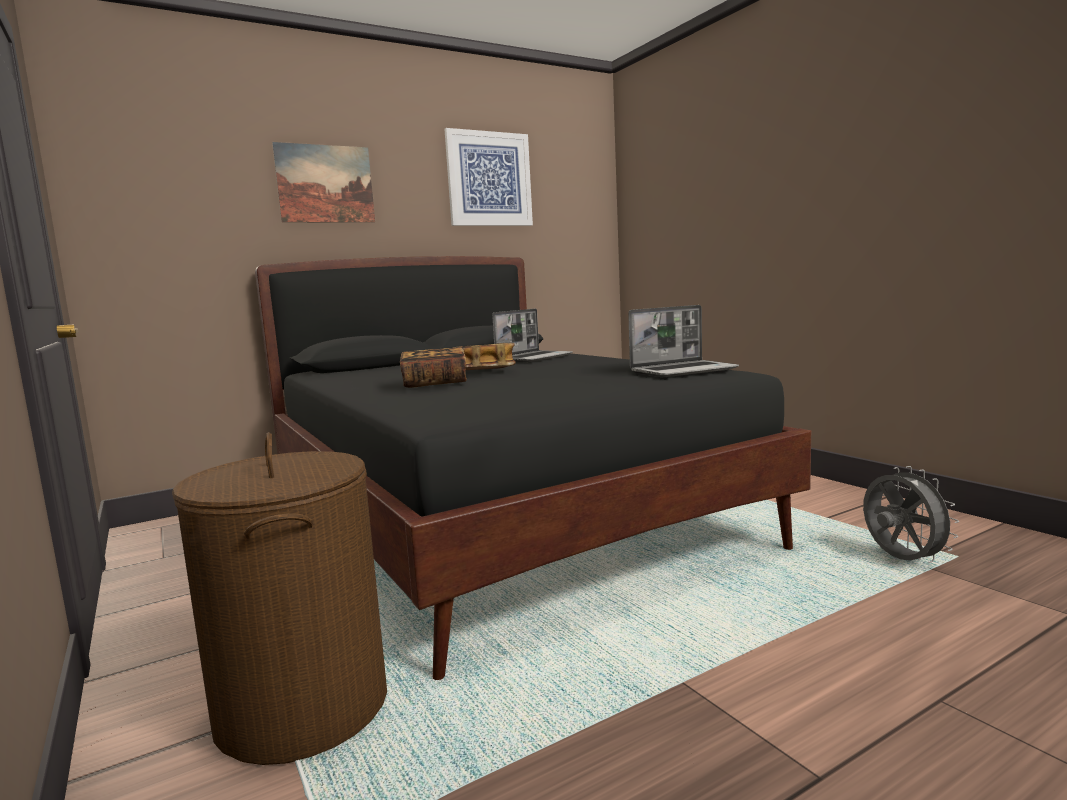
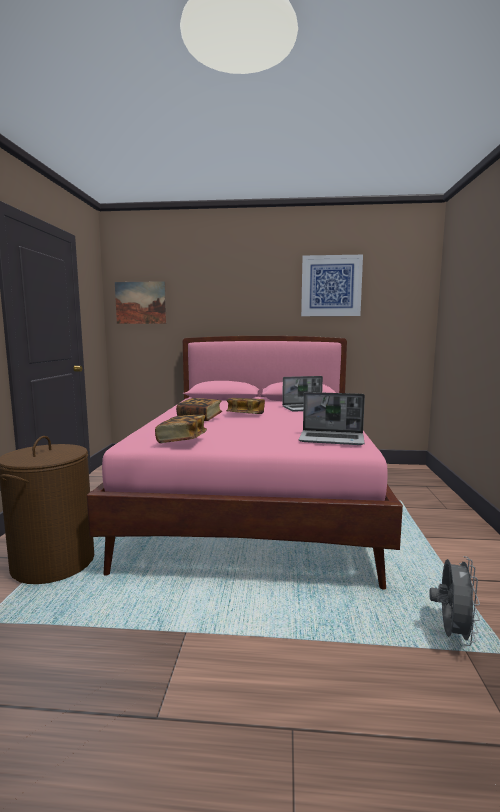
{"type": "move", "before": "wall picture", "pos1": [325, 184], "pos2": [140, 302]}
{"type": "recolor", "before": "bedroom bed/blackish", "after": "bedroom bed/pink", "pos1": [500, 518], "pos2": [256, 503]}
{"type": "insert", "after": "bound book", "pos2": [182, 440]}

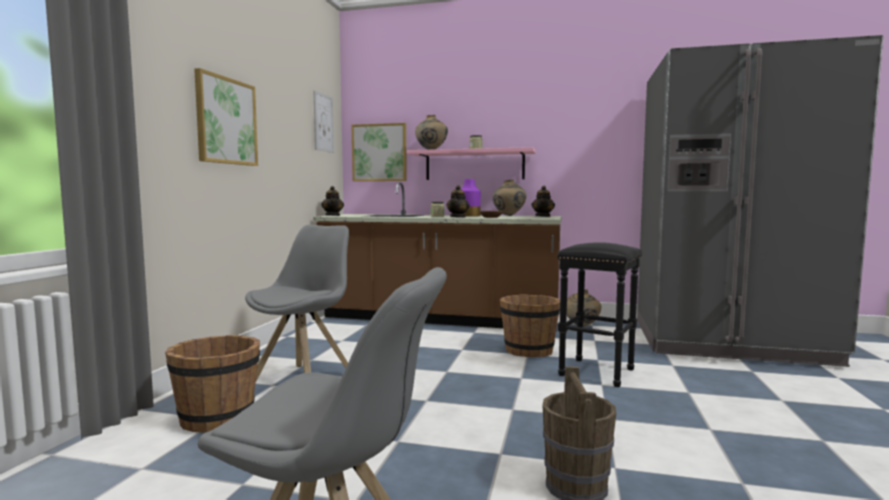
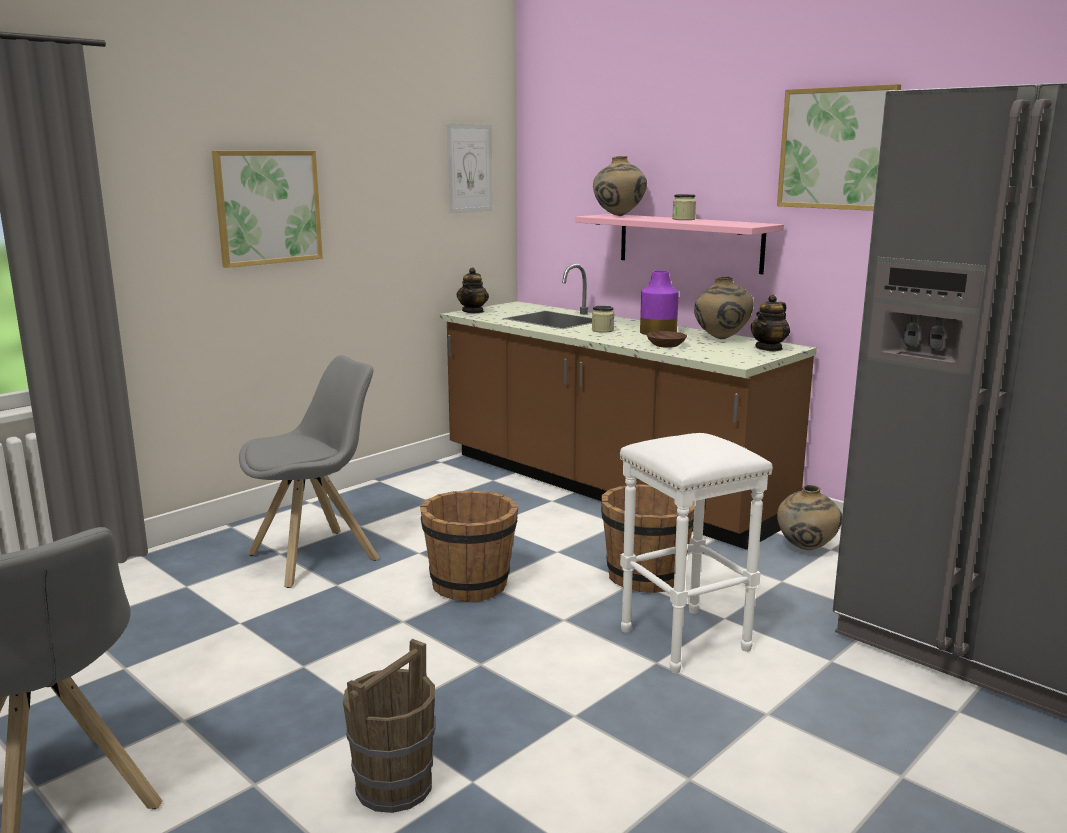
{"type": "move", "before": "wall picture", "pos1": [379, 152], "pos2": [837, 148]}
{"type": "delete", "before": "tea pot", "pos1": [458, 217]}
{"type": "recolor", "before": "stool/blackish", "after": "stool/whitish", "pos1": [598, 372], "pos2": [688, 640]}
{"type": "move", "before": "water bucket/brownish", "pos1": [218, 418], "pos2": [470, 585]}

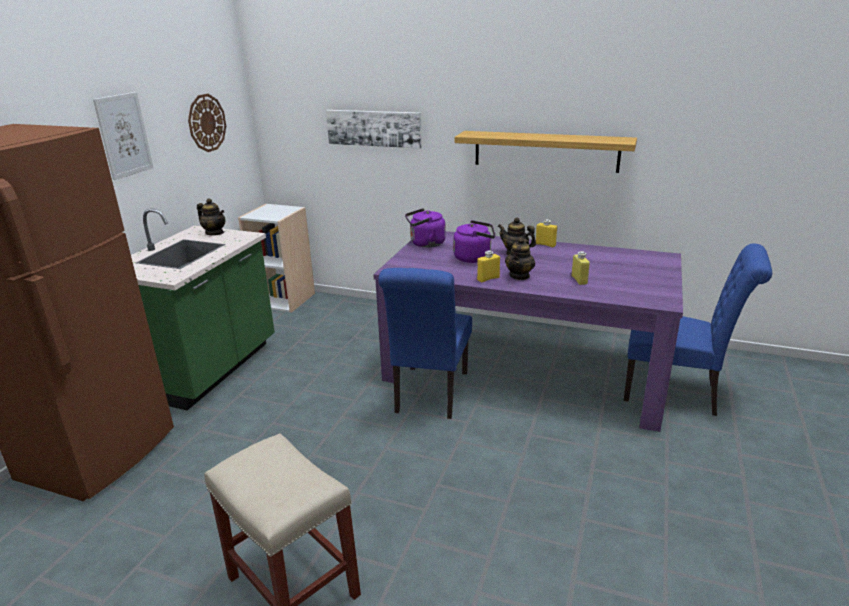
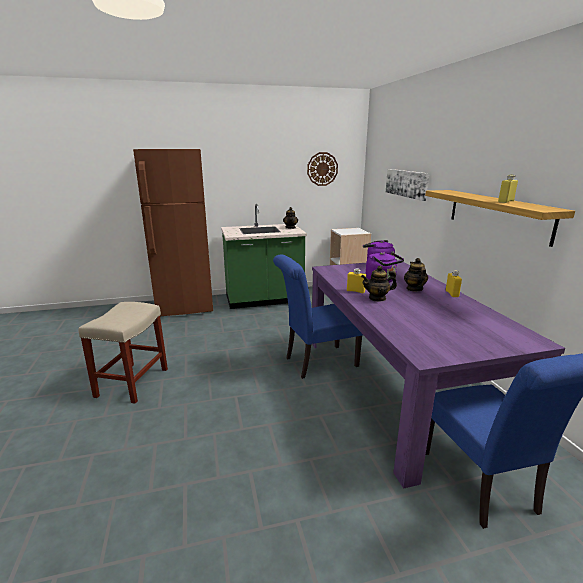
{"type": "delete", "before": "wall picture", "pos1": [124, 135]}
{"type": "move", "before": "beverage bottle/yellowish", "pos1": [579, 280], "pos2": [505, 201]}

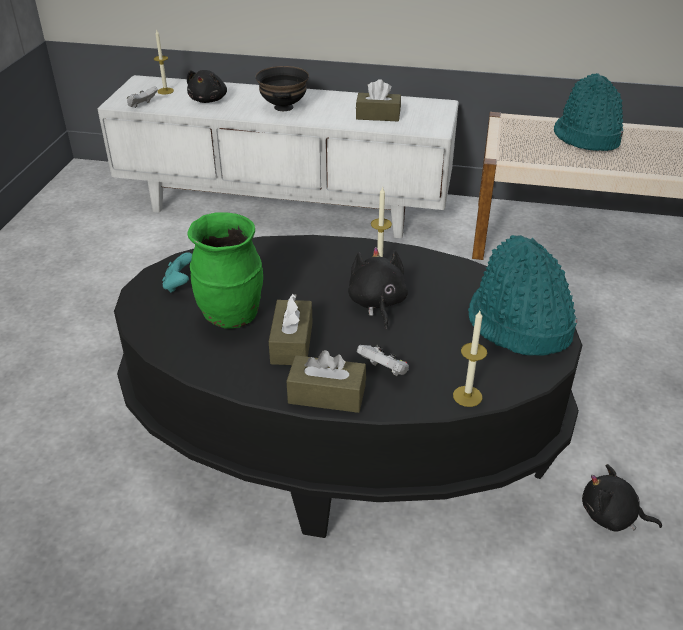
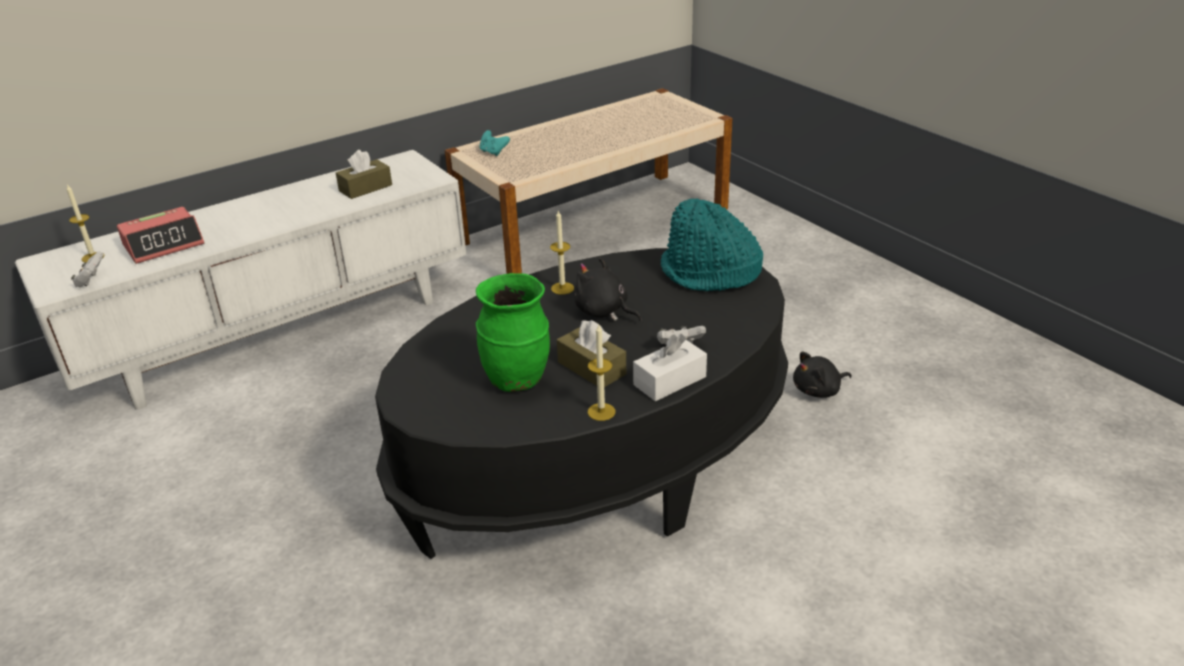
{"type": "delete", "before": "deep dish/blackish", "pos1": [283, 107]}
{"type": "replace", "before": "plush toy/blackish", "after": "alarm clock", "pos1": [209, 100], "pos2": [164, 244]}
{"type": "delete", "before": "hat/blue-green", "pos1": [586, 137]}
{"type": "move", "before": "gamepad/blue-green", "pos1": [179, 284], "pos2": [493, 152]}
{"type": "move", "before": "candle", "pos1": [467, 396], "pos2": [601, 412]}
{"type": "recolor", "before": "box of tissues/brownish", "after": "box of tissues/whitish", "pos1": [327, 395], "pos2": [669, 381]}

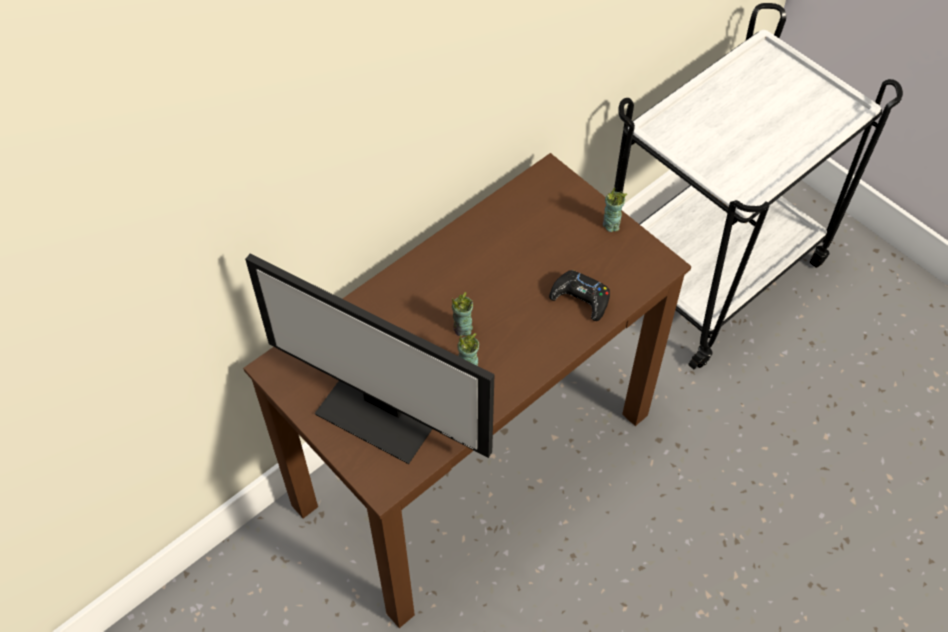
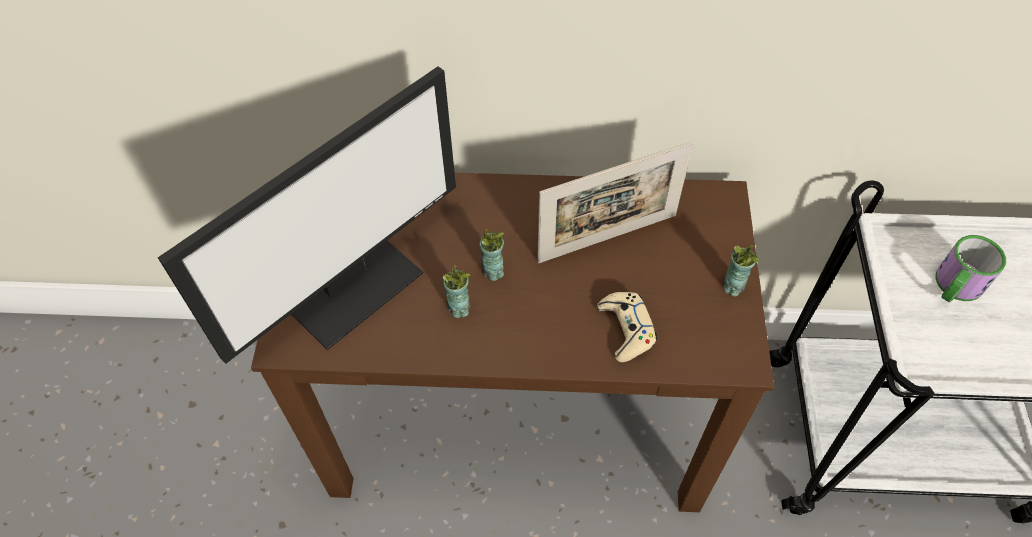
{"type": "rotate", "before": "monitor", "pos1": [382, 411], "pos2": [351, 285], "turn": -120}
{"type": "recolor", "before": "gamepad/blackish", "after": "gamepad/beige-coloured", "pos1": [580, 299], "pos2": [626, 329]}
{"type": "insert", "after": "standing frame", "pos2": [607, 238]}
{"type": "insert", "after": "mug", "pos2": [955, 287]}

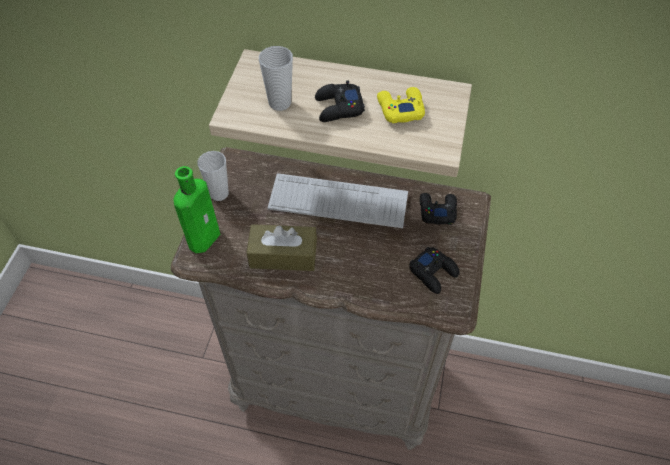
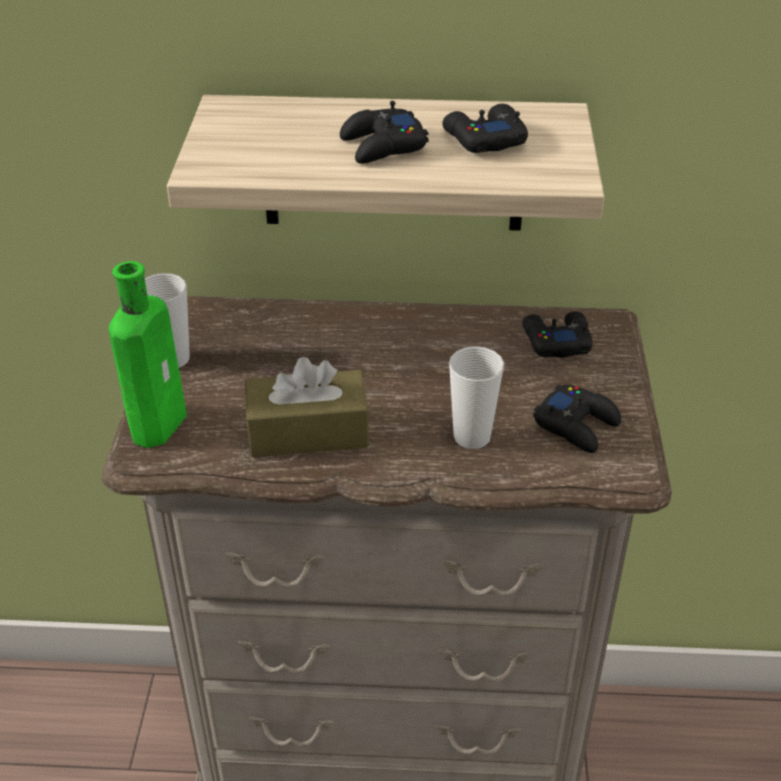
{"type": "move", "before": "cup", "pos1": [280, 103], "pos2": [472, 437]}
{"type": "recolor", "before": "gamepad/yellowish", "after": "gamepad/blackish", "pos1": [400, 109], "pos2": [484, 139]}
{"type": "delete", "before": "keyboard", "pos1": [338, 201]}

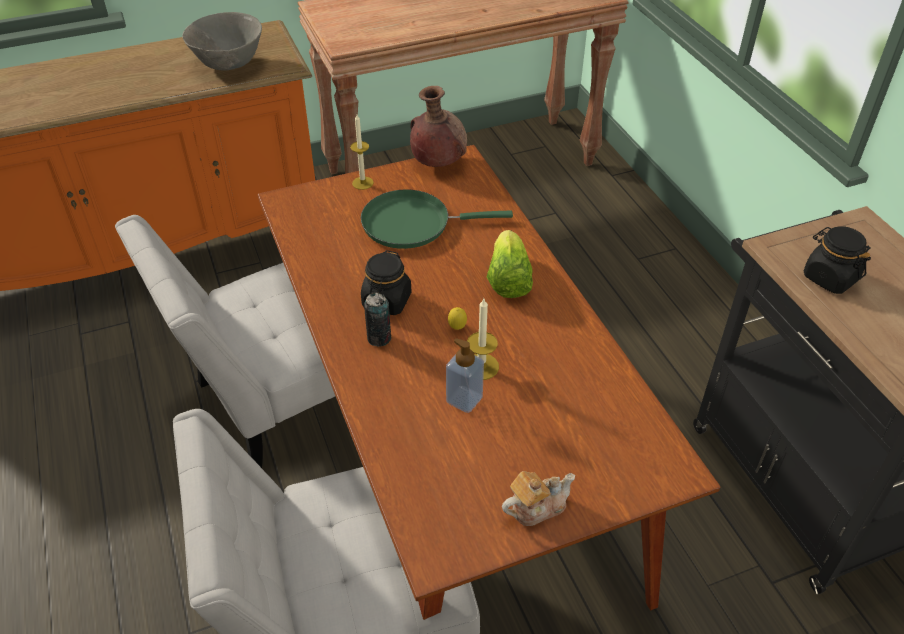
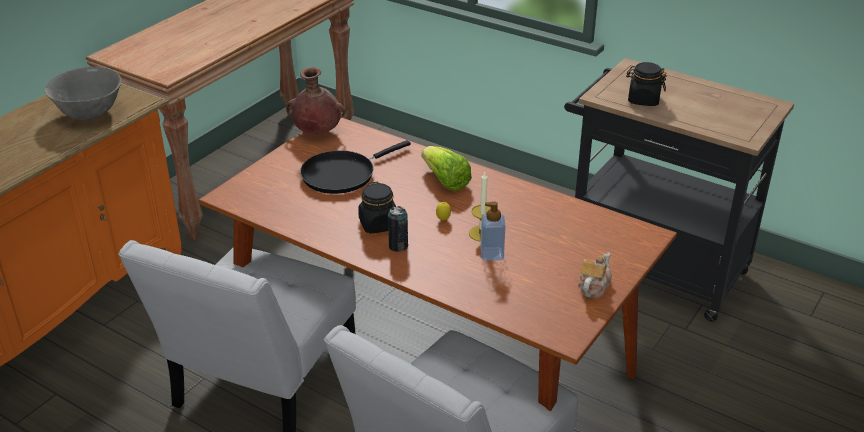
{"type": "delete", "before": "candle", "pos1": [362, 183]}
{"type": "recolor", "before": "pan/greenish", "after": "pan/blackish", "pos1": [412, 224], "pos2": [342, 174]}

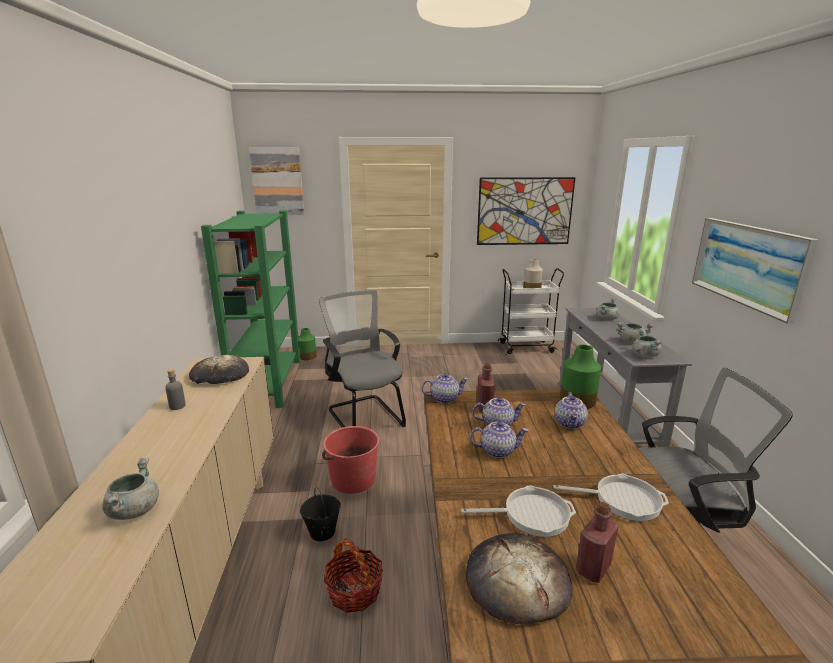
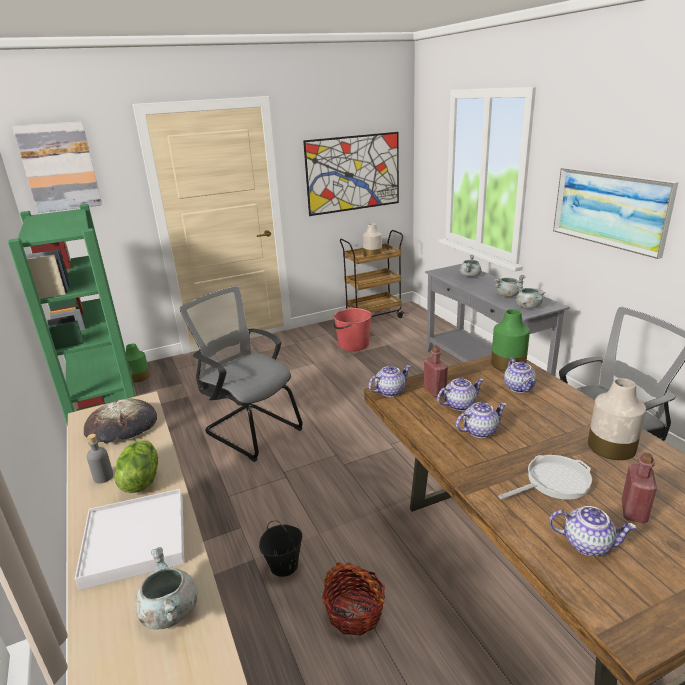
{"type": "recolor", "before": "trolley/whitish", "after": "trolley/brownish", "pos1": [526, 347], "pos2": [374, 317]}
{"type": "move", "before": "water bucket/red-coloured", "pos1": [352, 479], "pos2": [353, 344]}
{"type": "replace", "before": "pan", "after": "flower vase/beige-coloured", "pos1": [622, 500], "pos2": [610, 446]}
{"type": "replace", "before": "baked bread", "after": "tea pot", "pos1": [517, 581], "pos2": [587, 543]}
{"type": "insert", "after": "head of lettuce", "pos2": [141, 480]}
{"type": "insert", "after": "serving tray/whitish", "pos2": [136, 540]}

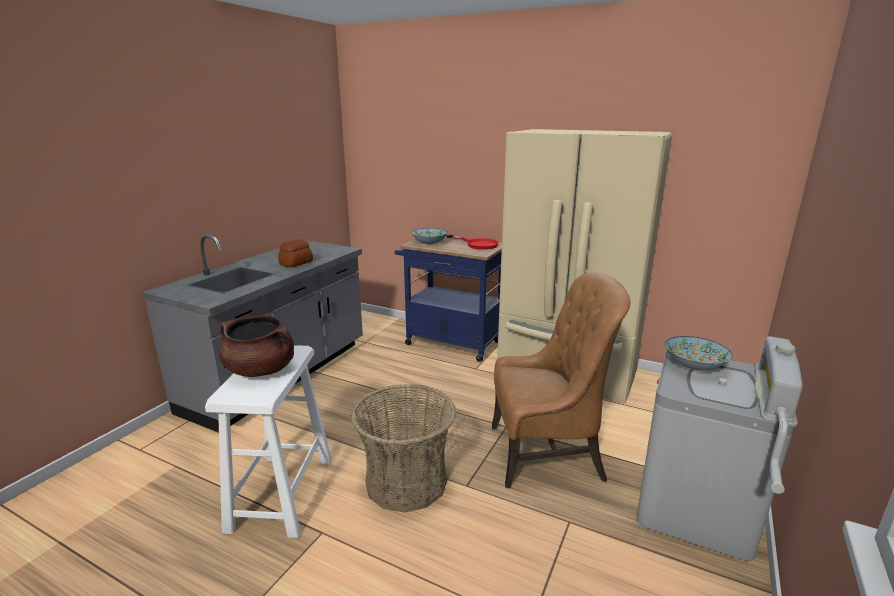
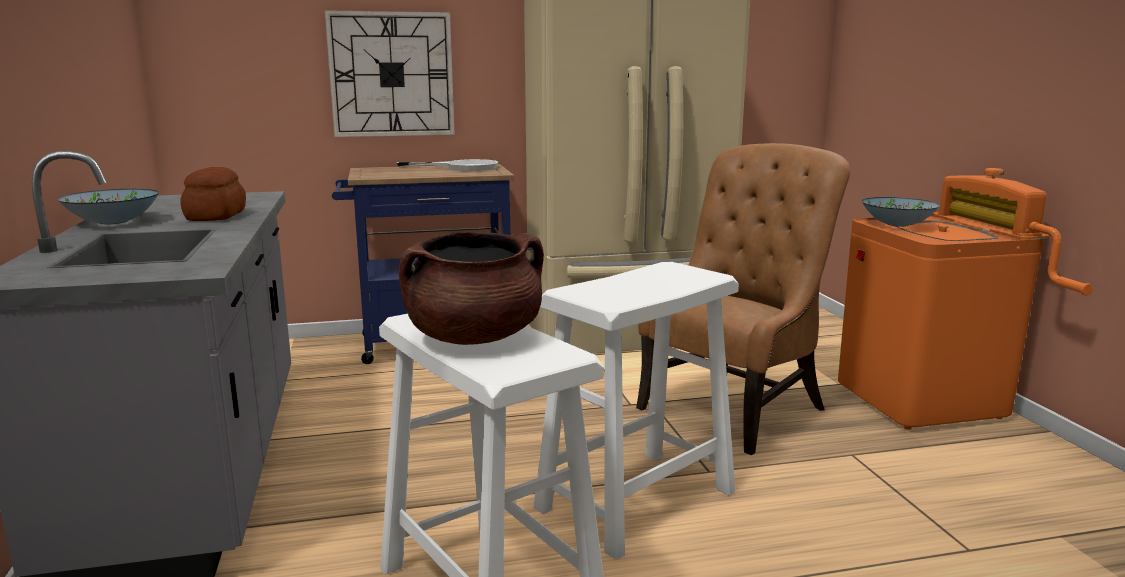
{"type": "move", "before": "deep dish", "pos1": [429, 243], "pos2": [113, 222]}
{"type": "recolor", "before": "pan/red-coloured", "after": "pan/whitish", "pos1": [477, 244], "pos2": [462, 168]}
{"type": "recolor", "before": "laundry appliance/grey", "after": "laundry appliance/orangey", "pos1": [696, 514], "pos2": [924, 403]}
{"type": "replace", "before": "basket", "after": "stool/whitish", "pos1": [406, 482], "pos2": [637, 500]}
{"type": "insert", "after": "wall clock", "pos2": [391, 74]}

